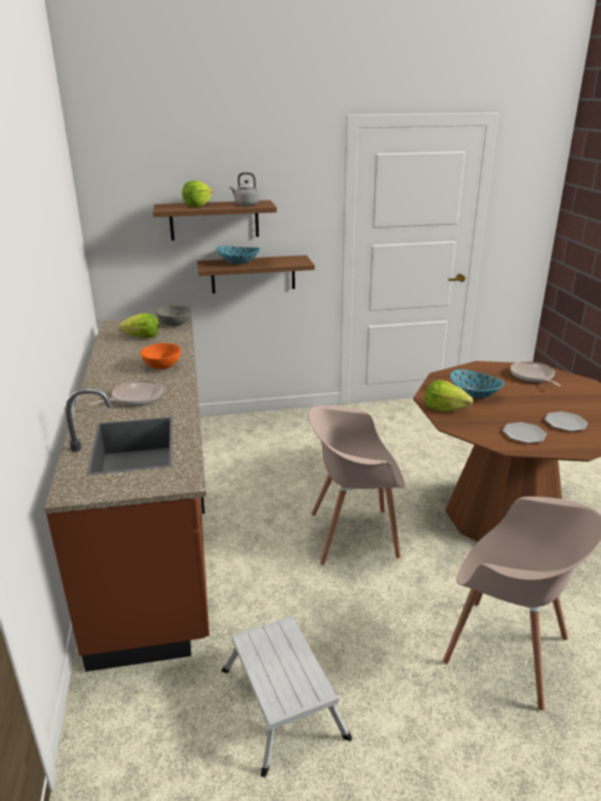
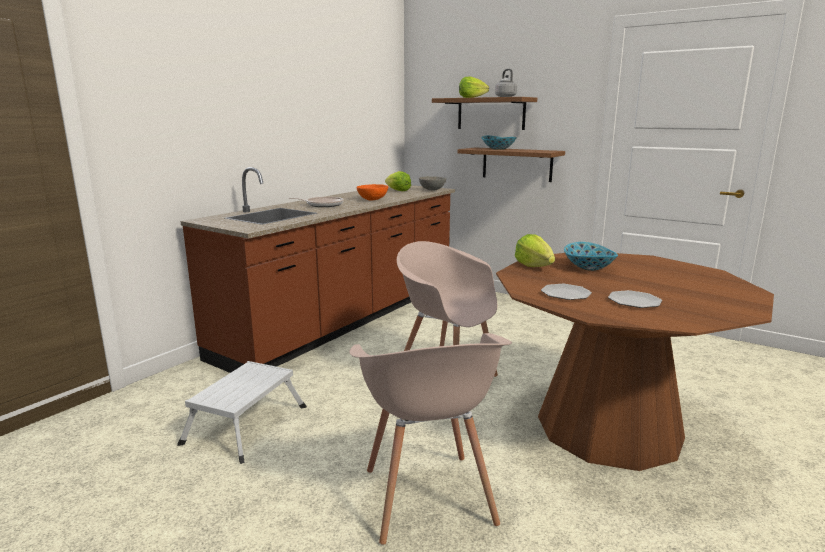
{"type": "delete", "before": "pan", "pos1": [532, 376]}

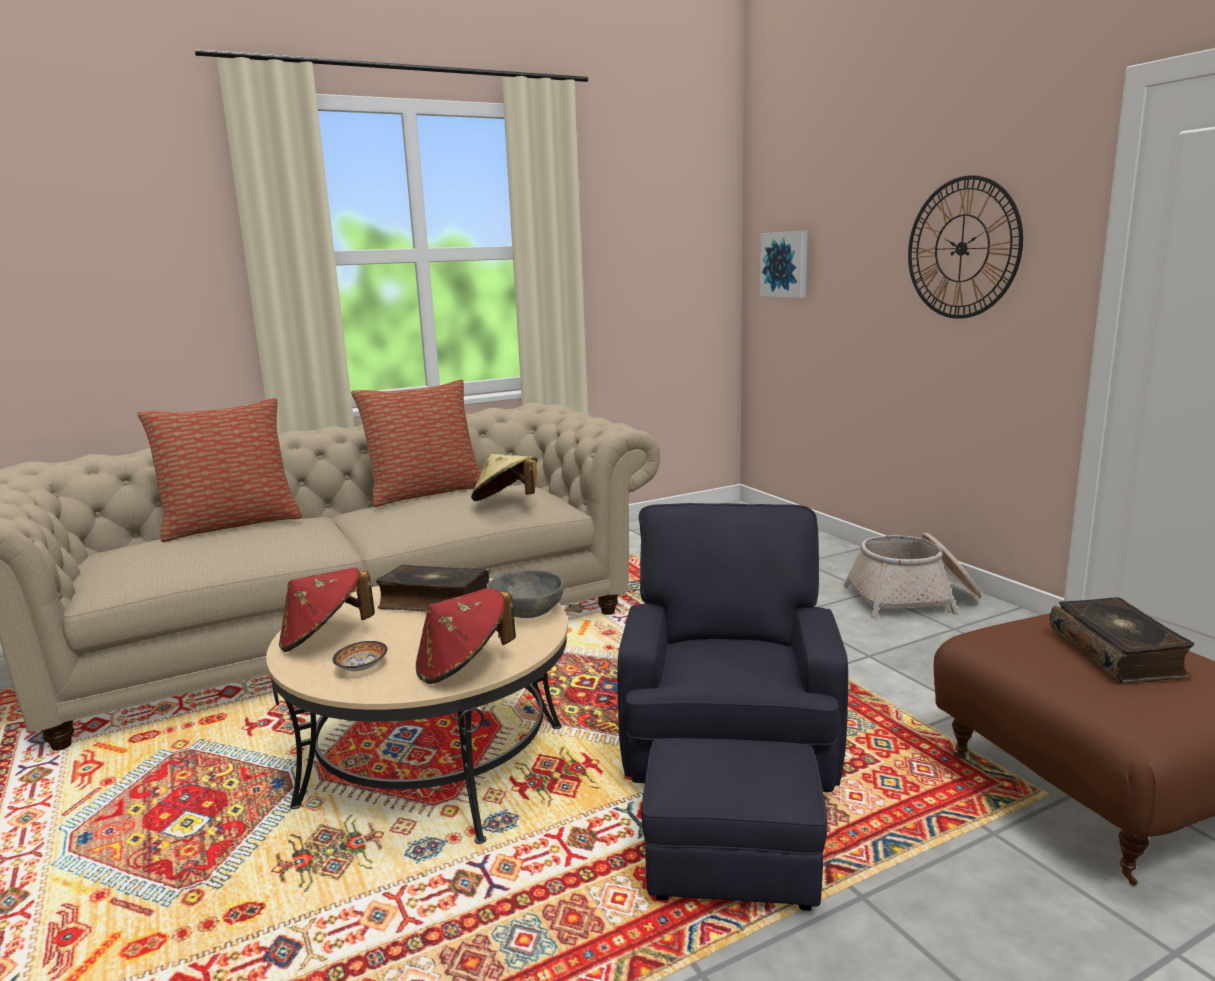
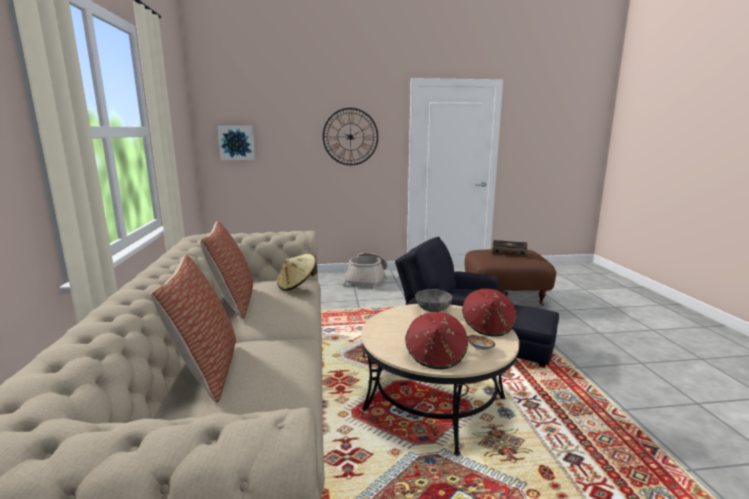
{"type": "delete", "before": "bound book", "pos1": [434, 601]}

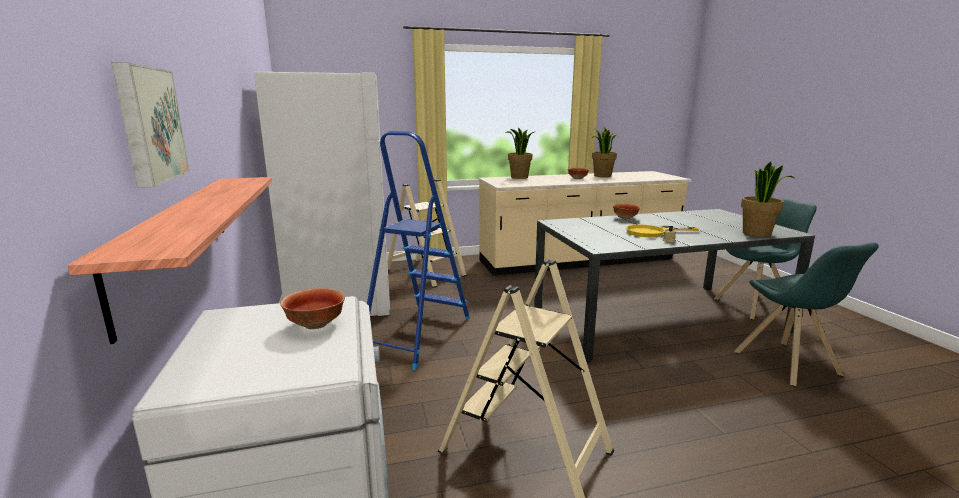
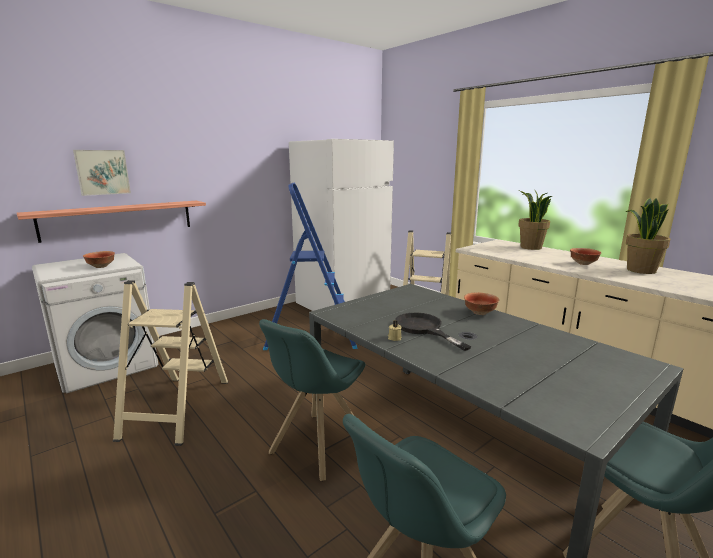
{"type": "delete", "before": "plant in a pot", "pos1": [757, 233]}
{"type": "recolor", "before": "pan/yellowish", "after": "pan/blackish", "pos1": [652, 232], "pos2": [424, 329]}
{"type": "insert", "after": "plain chair/blue-green", "pos2": [317, 445]}

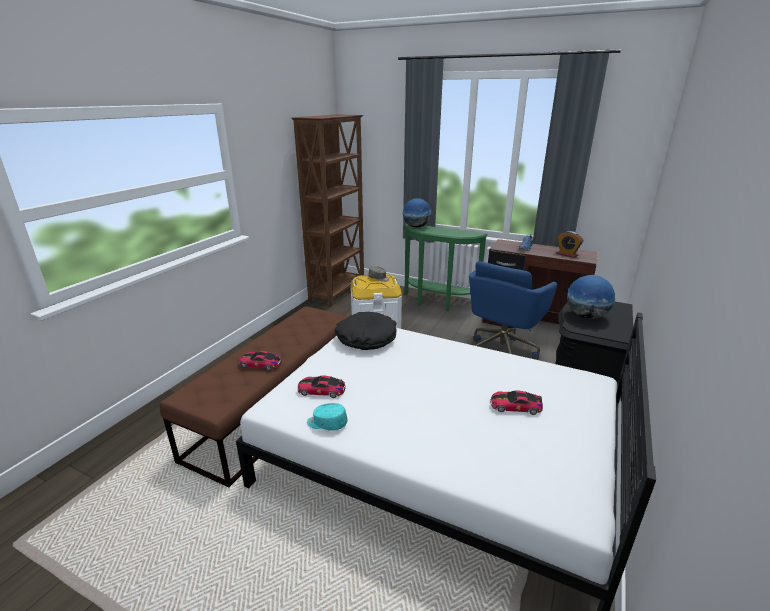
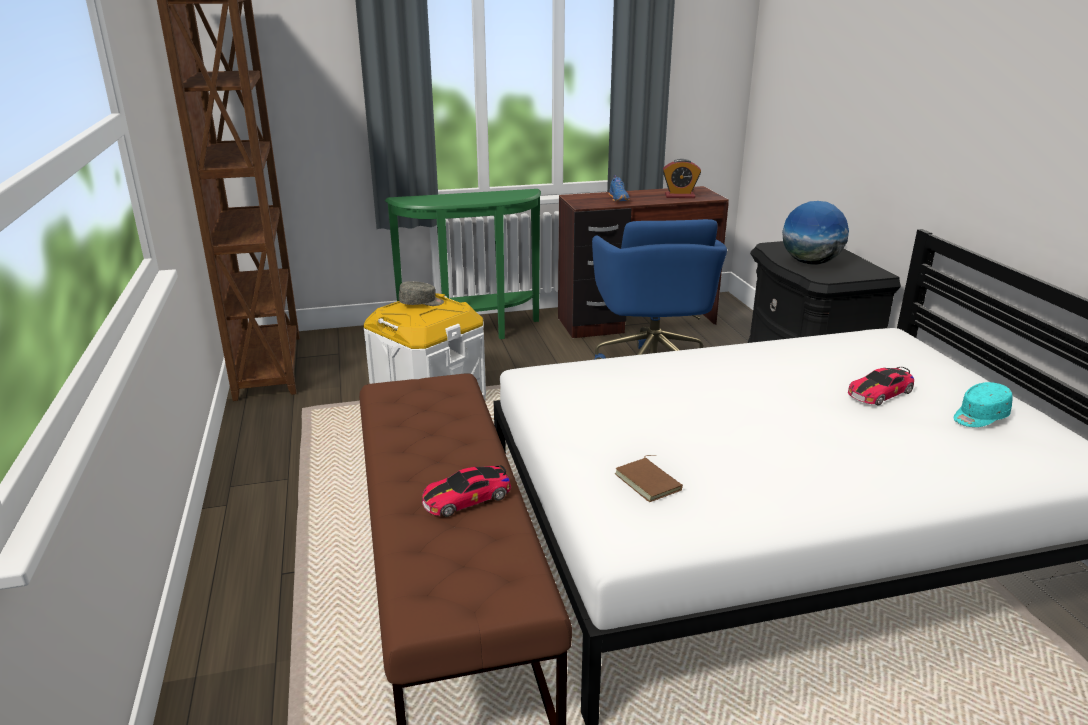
{"type": "delete", "before": "desk globe", "pos1": [416, 227]}
{"type": "delete", "before": "throw pillow/blackish", "pos1": [367, 339]}
{"type": "replace", "before": "model car", "after": "bound book/brownish", "pos1": [321, 390], "pos2": [650, 482]}
{"type": "move", "before": "baseball cap/blue-green", "pos1": [327, 423], "pos2": [979, 416]}

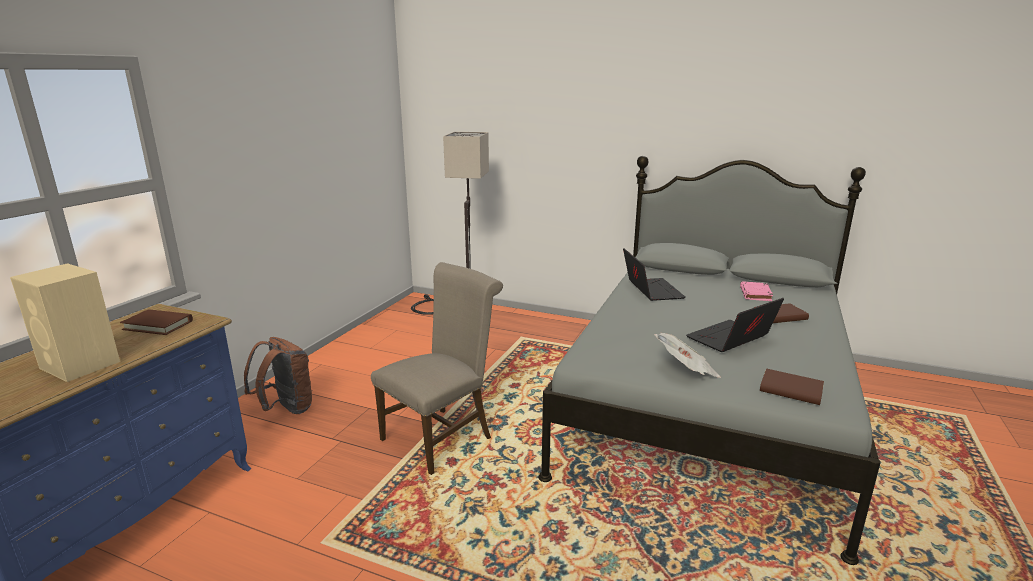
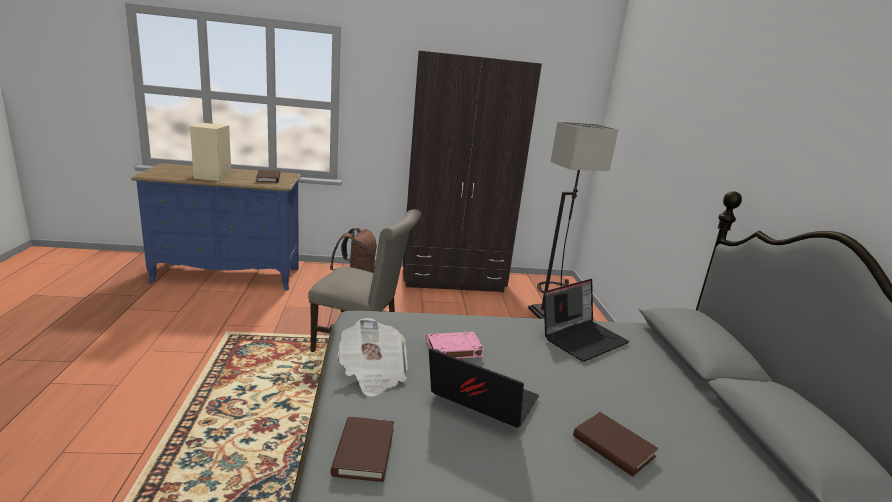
{"type": "move", "before": "bound book/pink", "pos1": [755, 294], "pos2": [453, 349]}
{"type": "insert", "after": "wardrobe/brownish", "pos2": [453, 280]}

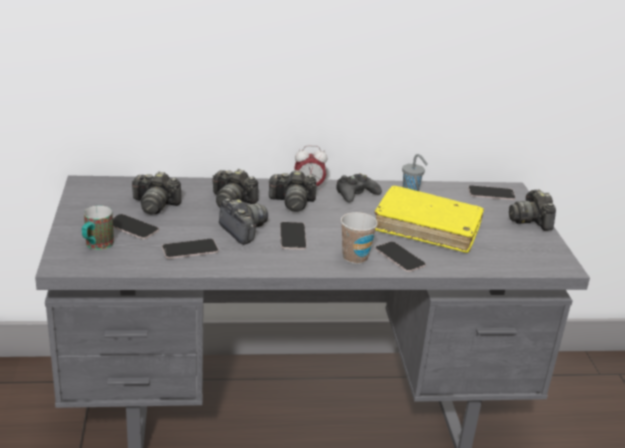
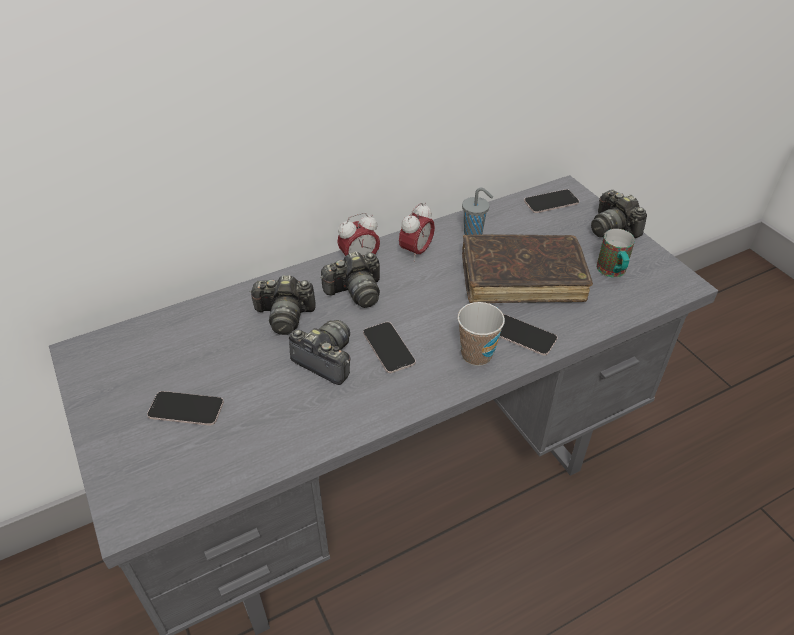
{"type": "delete", "before": "still camera", "pos1": [155, 205]}
{"type": "replace", "before": "gamepad/blackish", "after": "alarm clock", "pos1": [356, 194], "pos2": [416, 252]}
{"type": "recolor", "before": "bound book/yellowish", "after": "bound book/brownish", "pos1": [427, 228], "pos2": [522, 278]}
{"type": "move", "before": "mug", "pos1": [96, 246], "pos2": [613, 272]}
{"type": "delete", "before": "phone", "pos1": [190, 249]}

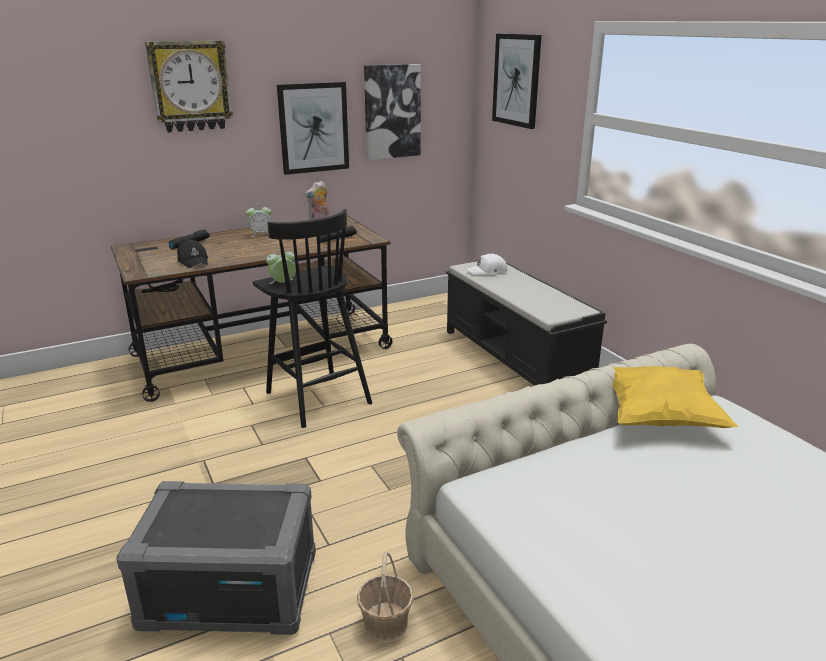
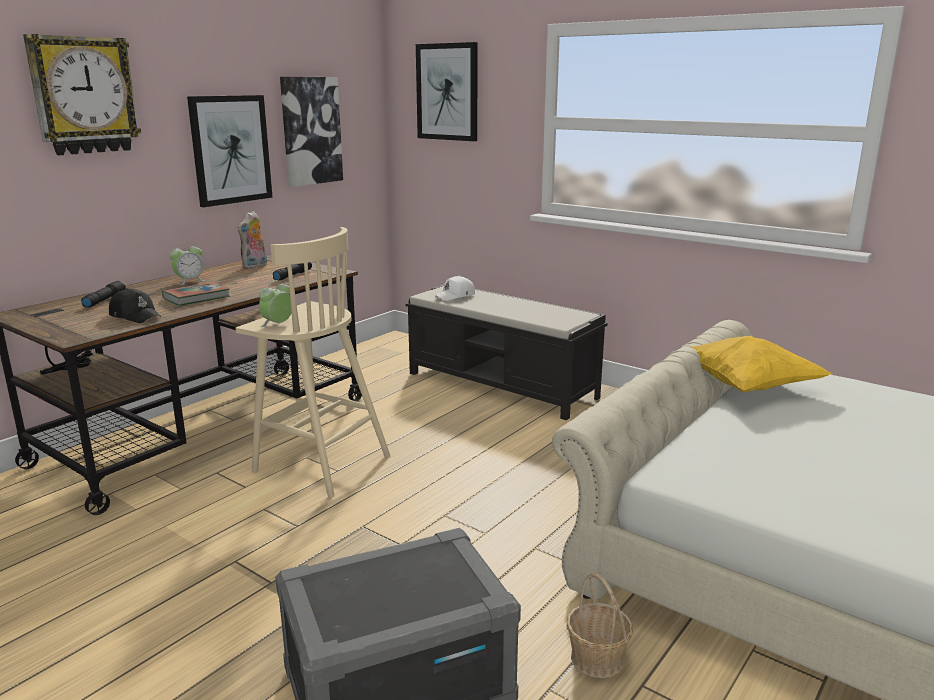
{"type": "recolor", "before": "stool/blackish", "after": "stool/beige-coloured", "pos1": [316, 396], "pos2": [318, 462]}
{"type": "insert", "after": "bound book", "pos2": [197, 298]}

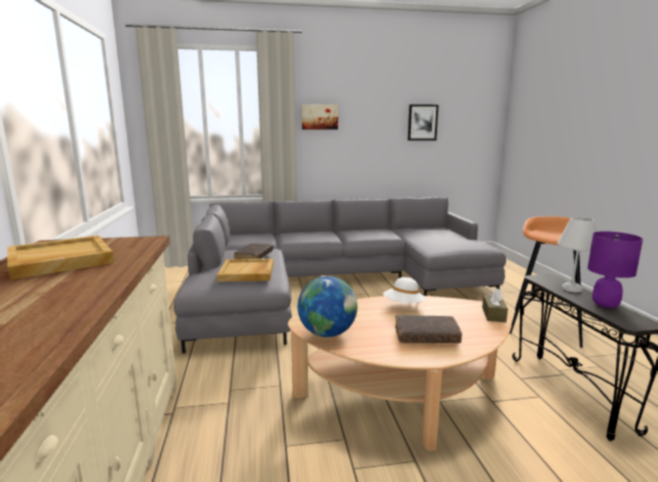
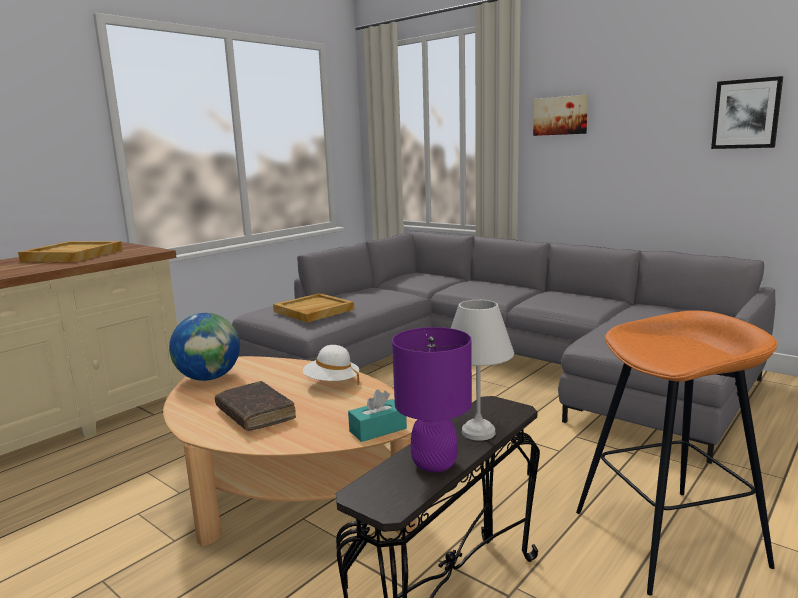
{"type": "delete", "before": "bound book/brownish", "pos1": [254, 256]}
{"type": "recolor", "before": "box of tissues/brownish", "after": "box of tissues/blue-green", "pos1": [493, 314], "pos2": [378, 430]}

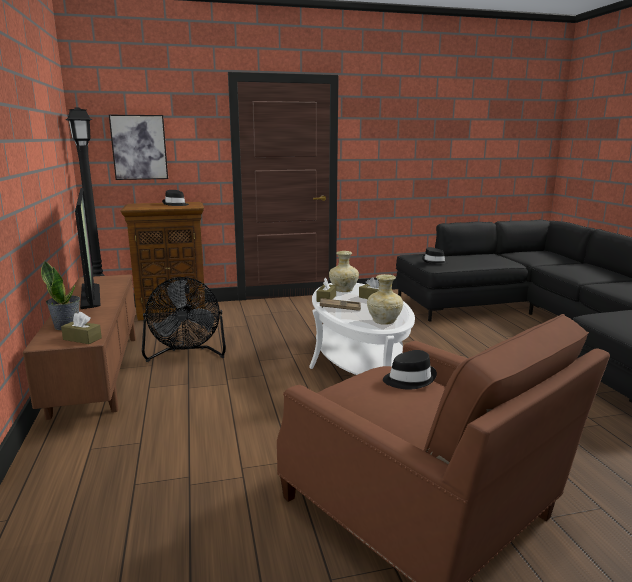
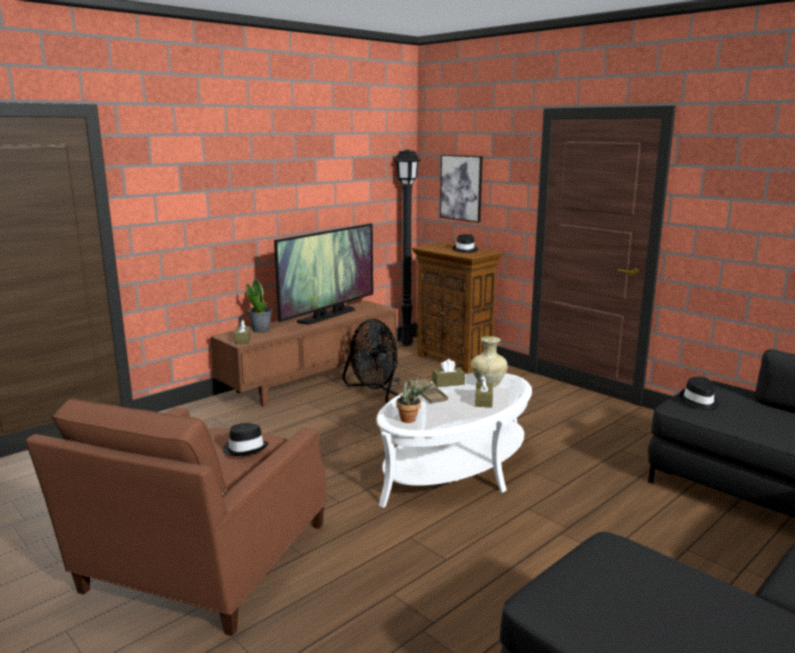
{"type": "replace", "before": "flower vase/beige-coloured", "after": "plant in a pot", "pos1": [383, 322], "pos2": [410, 419]}

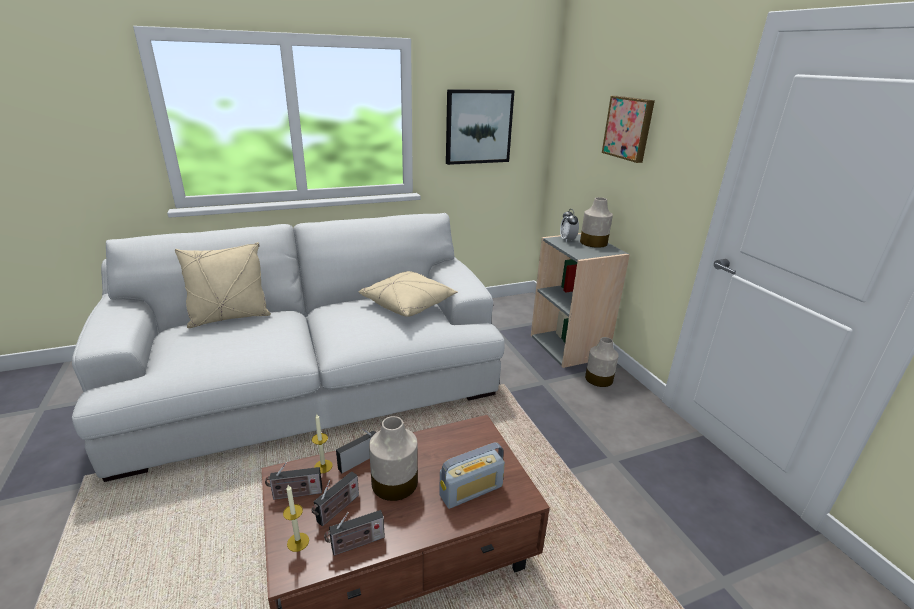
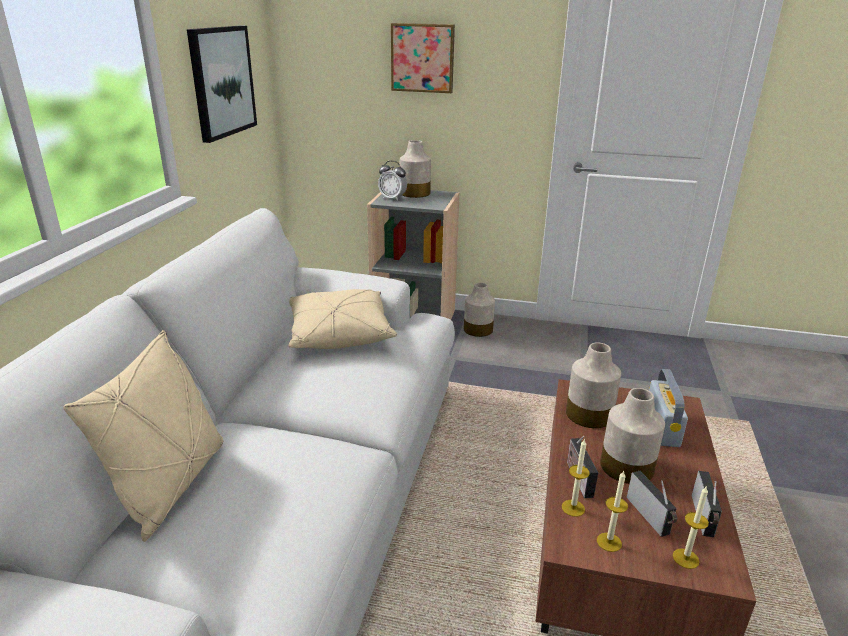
{"type": "replace", "before": "radio", "after": "candle", "pos1": [295, 494], "pos2": [609, 542]}
{"type": "insert", "after": "flower vase/beige-coloured", "pos2": [589, 413]}

